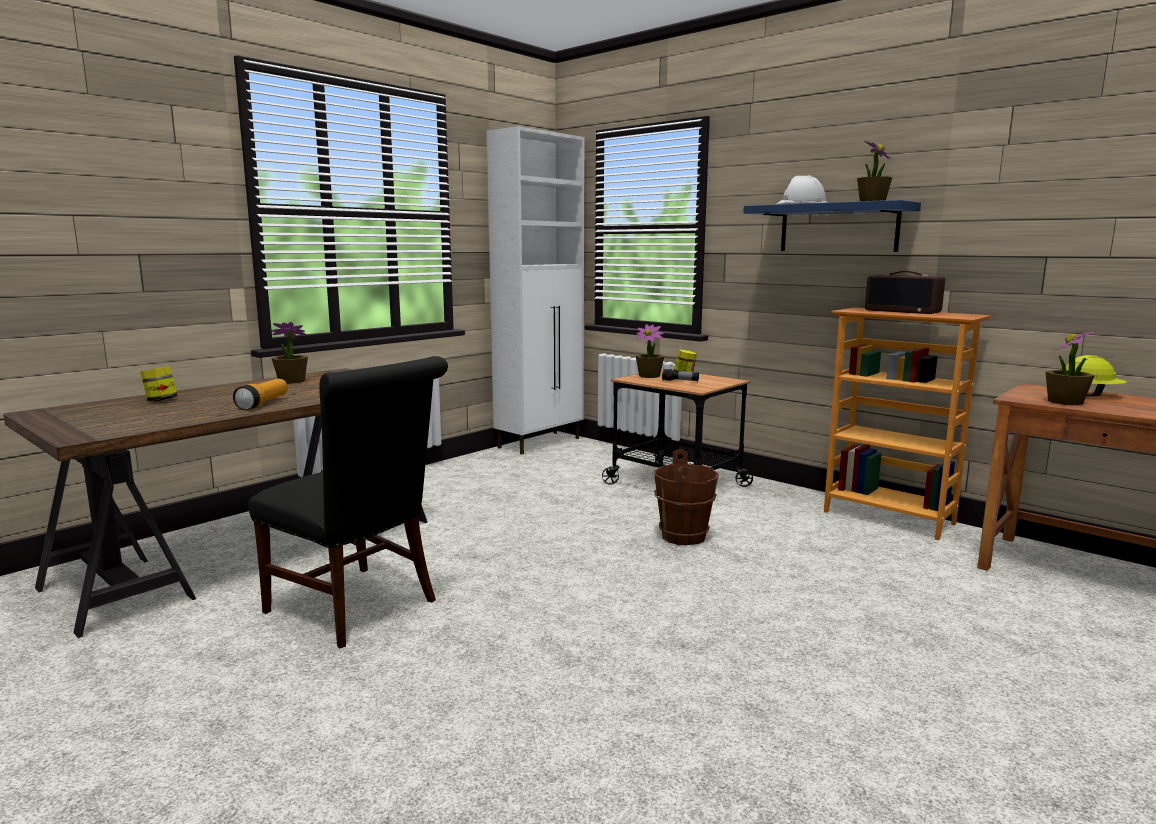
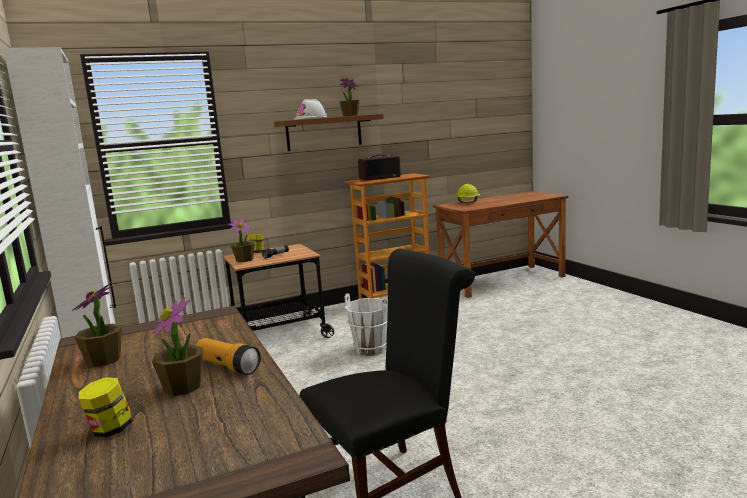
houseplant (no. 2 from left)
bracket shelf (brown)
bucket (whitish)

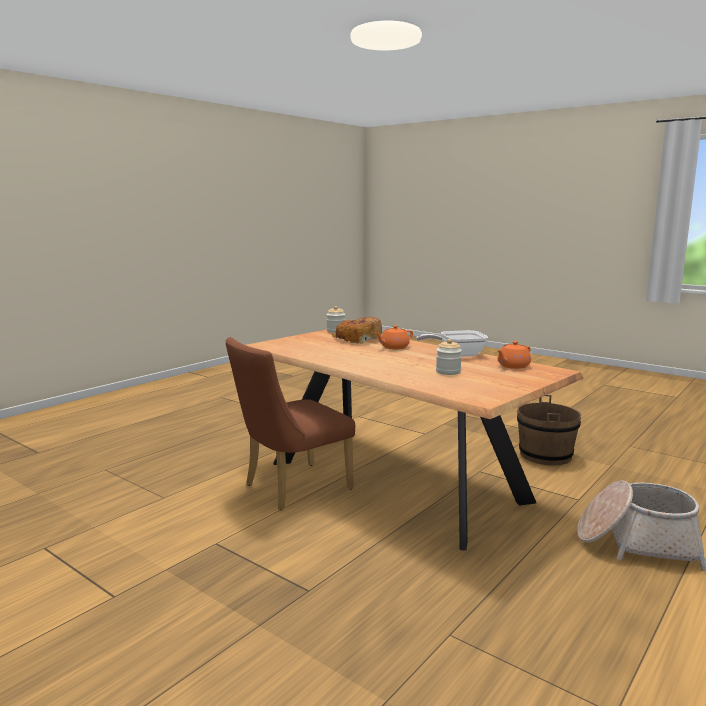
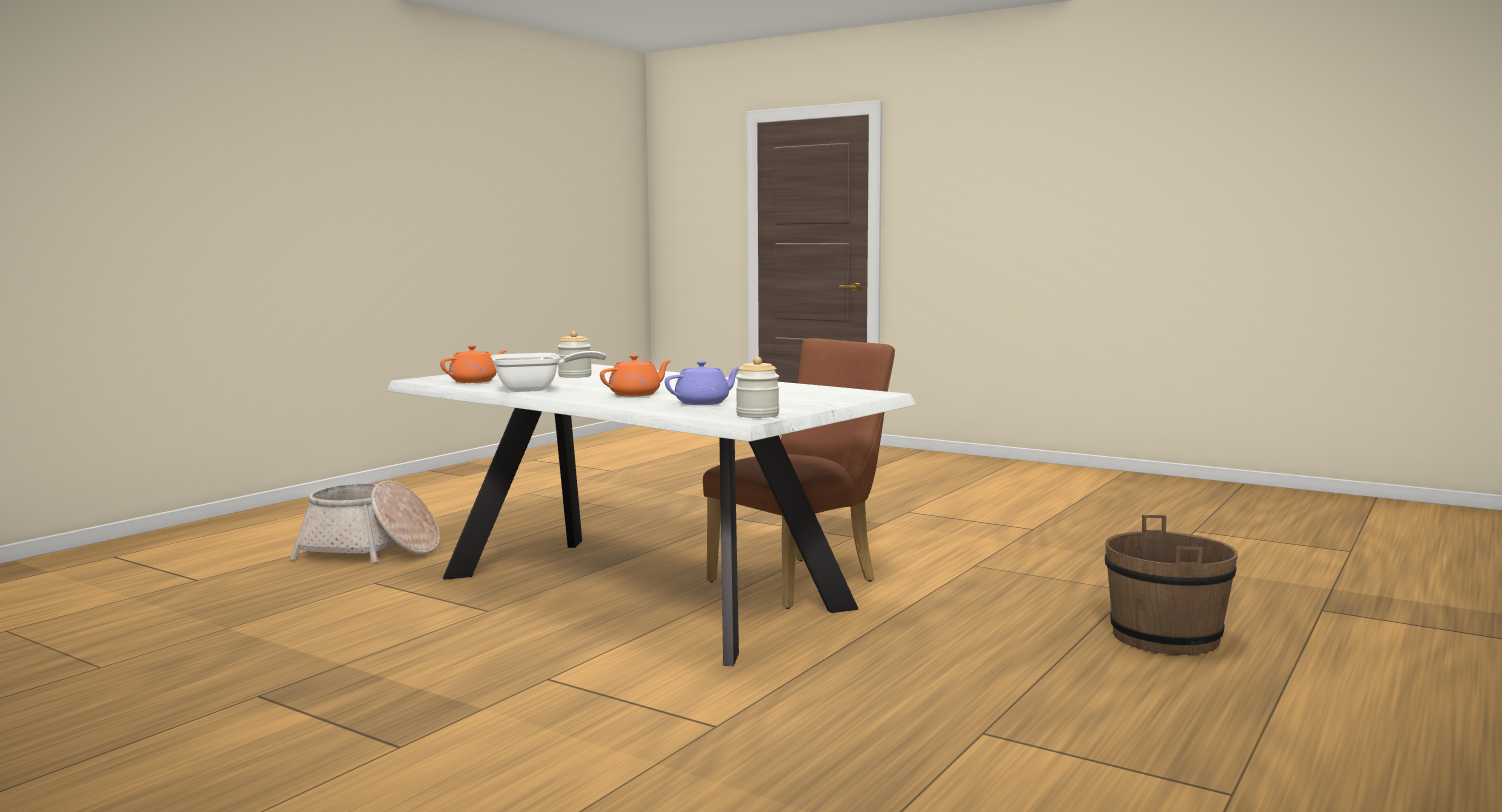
dinner table (whitish)
teapot (purple)
bucket (brown)

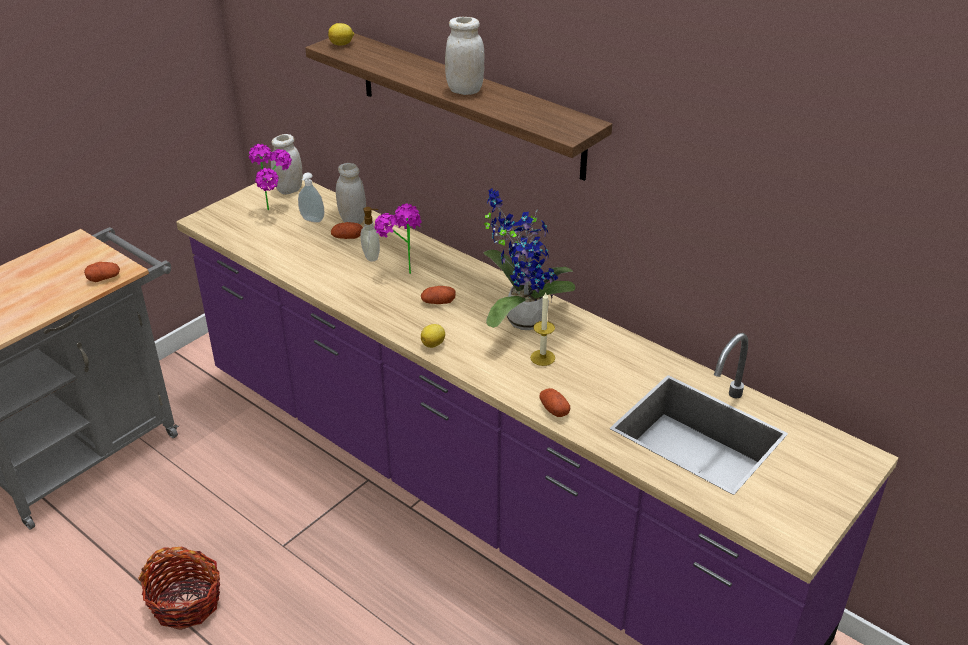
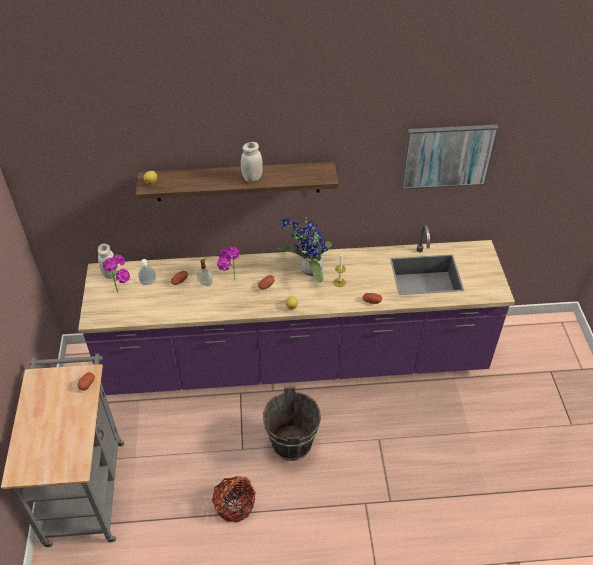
bucket (brown)
wall art
preserve jar (whitish) (no. 2 from left in the first image)

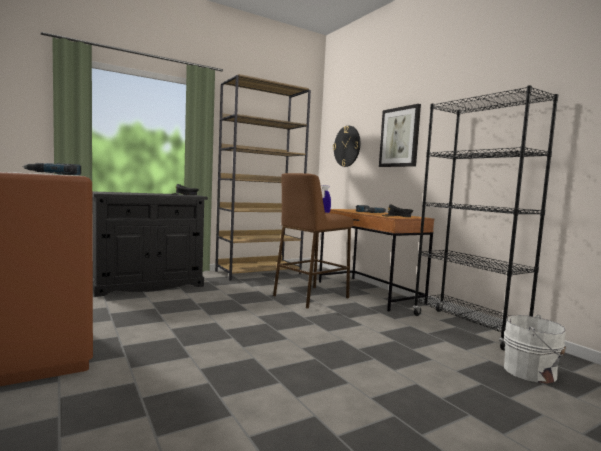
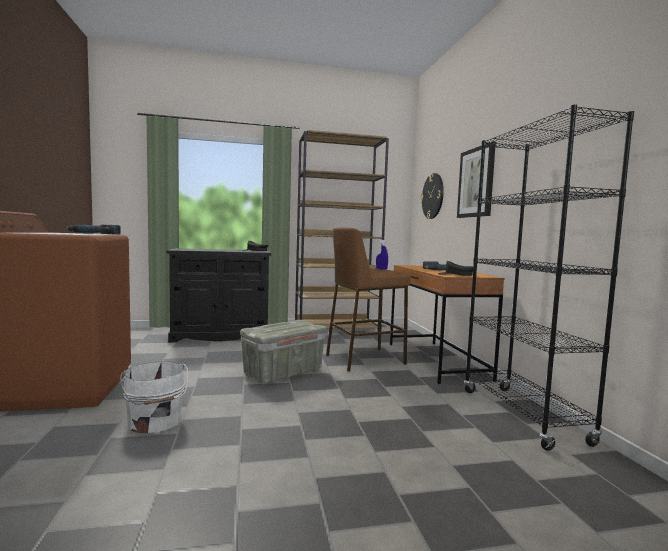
bucket (whitish)
storage bin (gray)

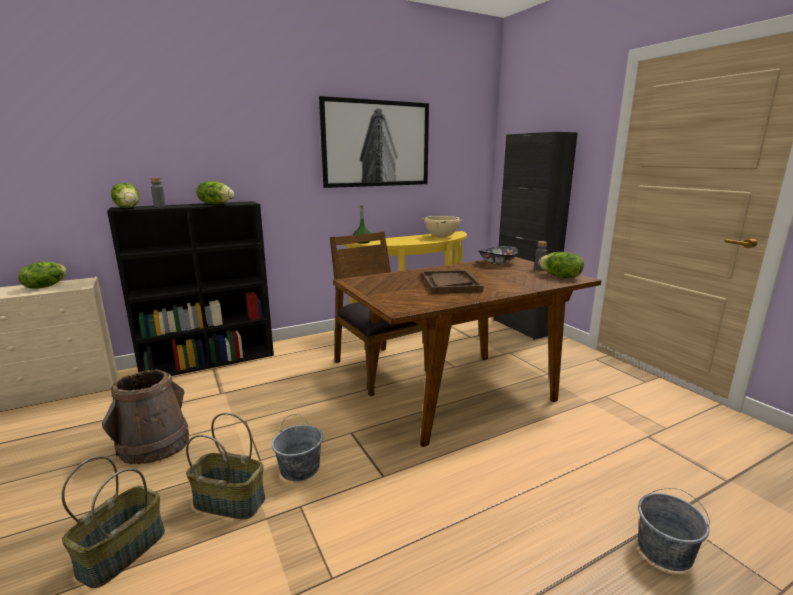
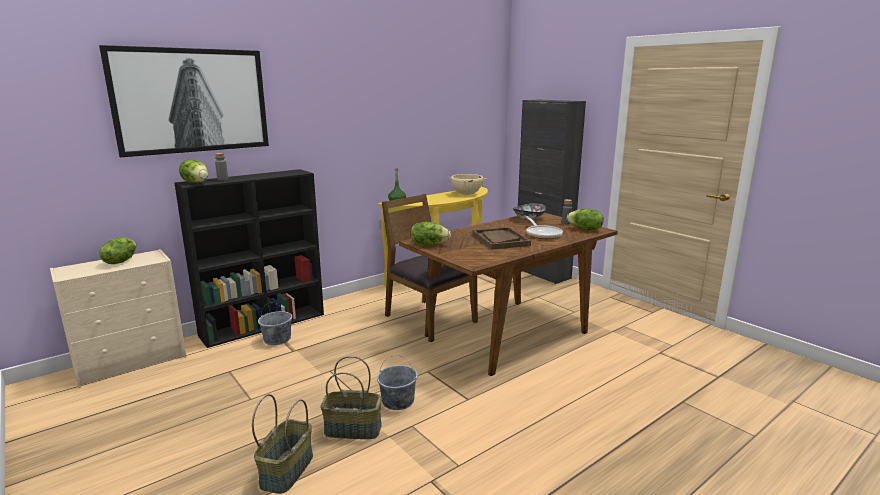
wall art
bucket (gray) (no. 1 from left)
lettuce head (no. 3 from left)
pan
bucket (brown)

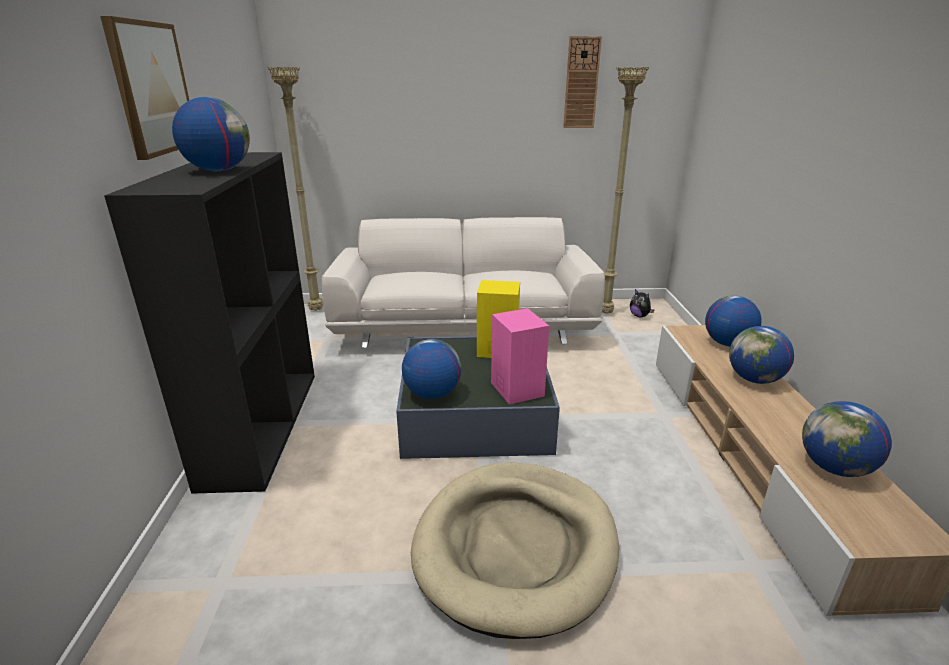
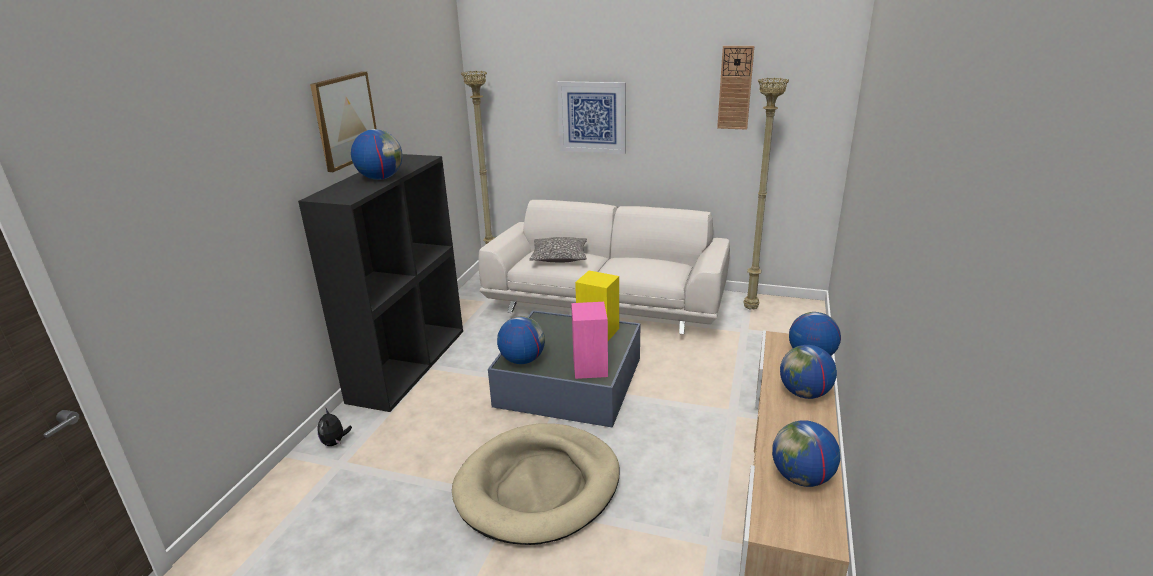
plush toy
pillow
wall art (no. 2 from left)

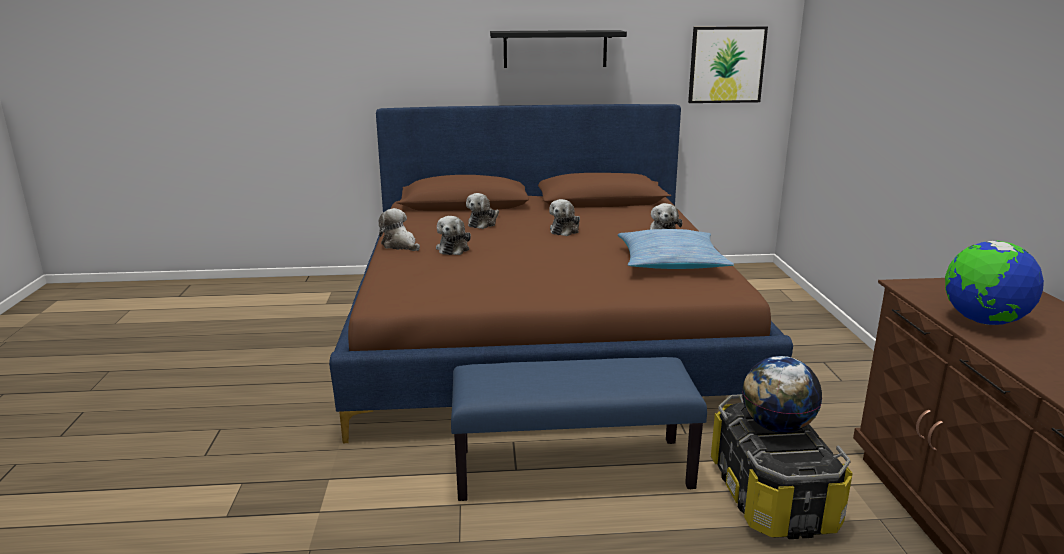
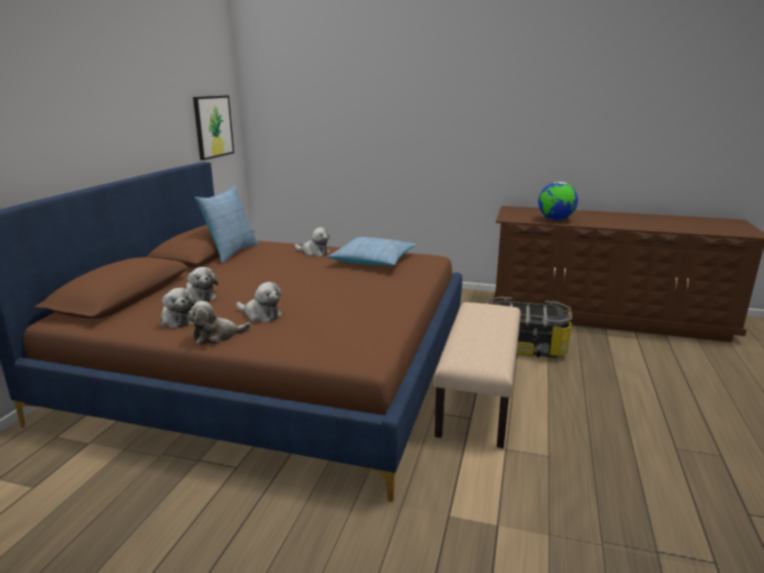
plush toy (no. 1 from left)
pillow (no. 1 from left)
indoor bench (sand-coloured)
bracket shelf (black)
globe (no. 1 from left in the first image)

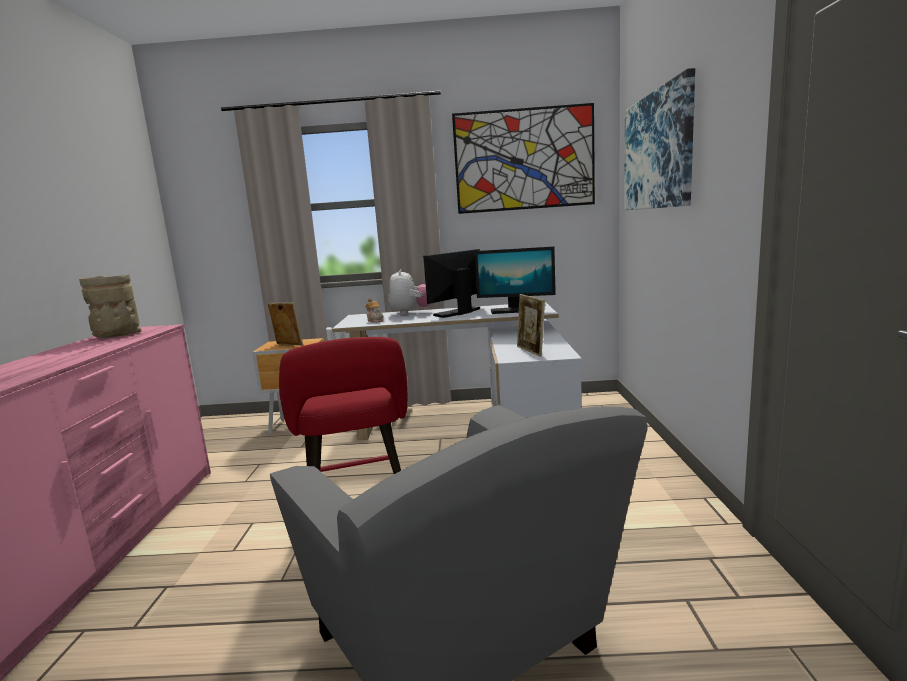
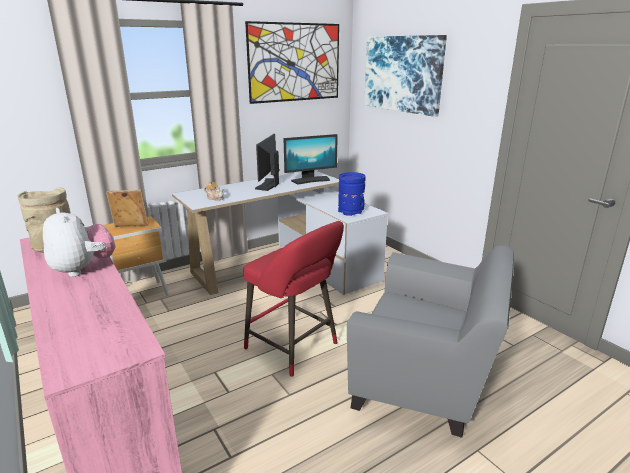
plush toy
vase (bluish)

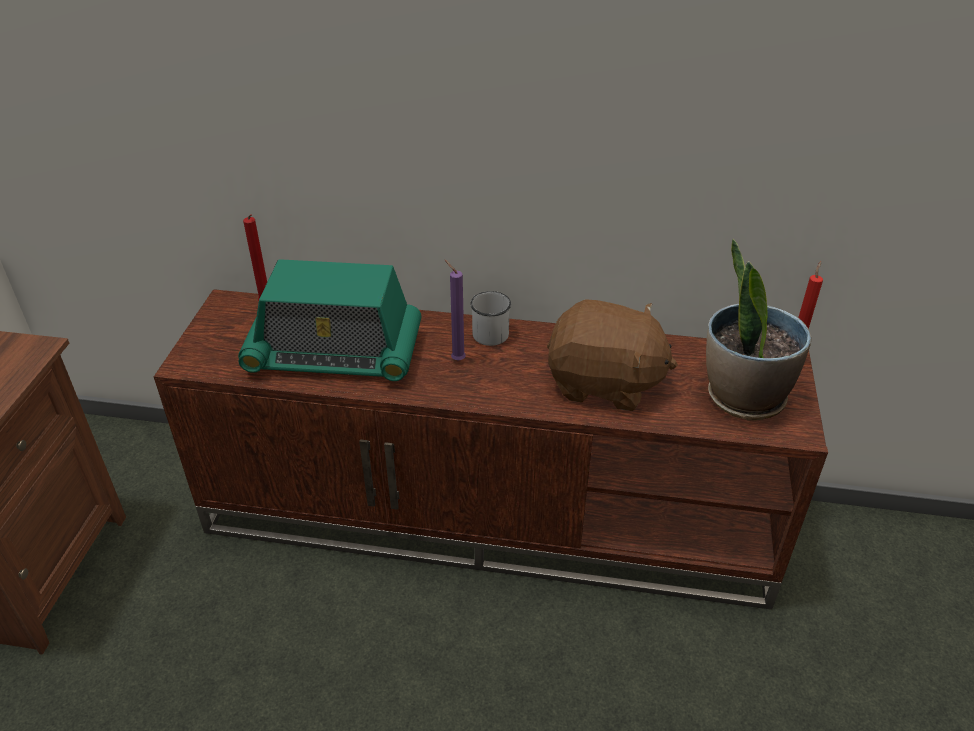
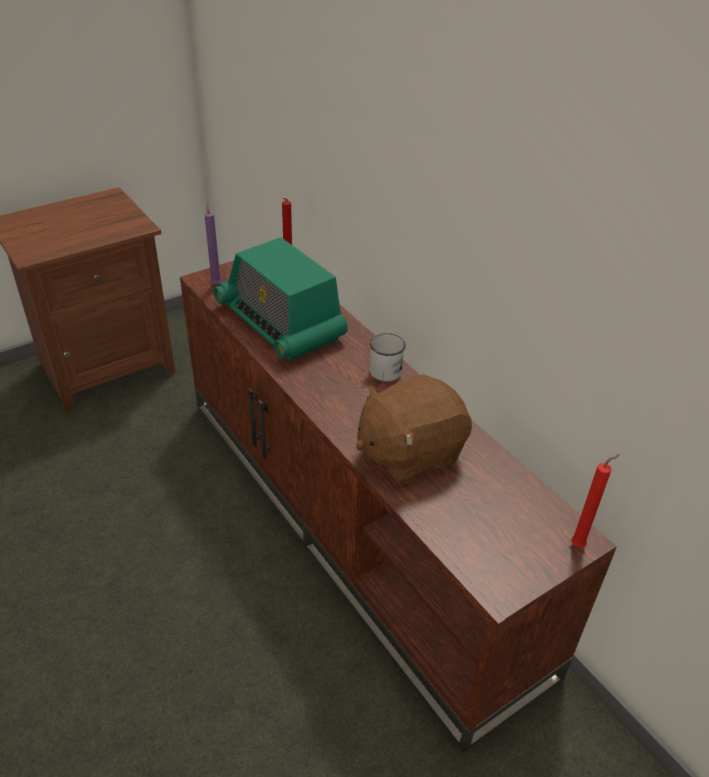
candle (purple)
plush toy (brown)
houseplant

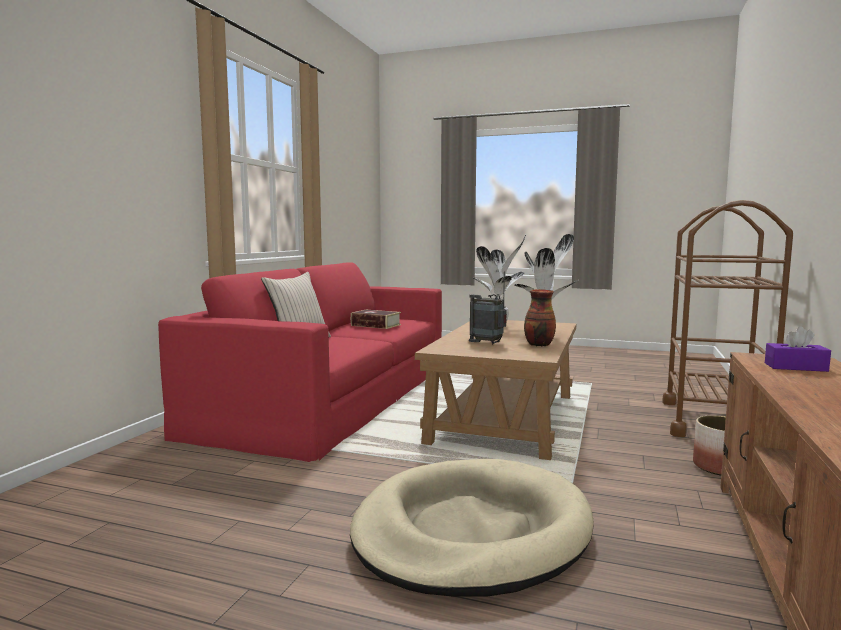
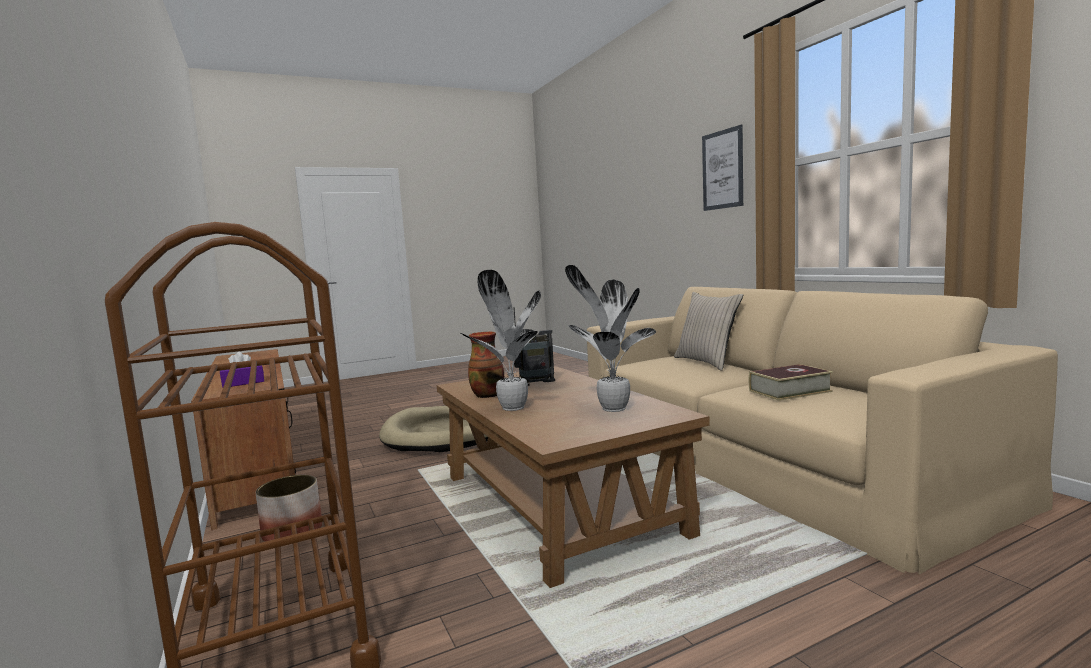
couch (sand-coloured)
wall art

